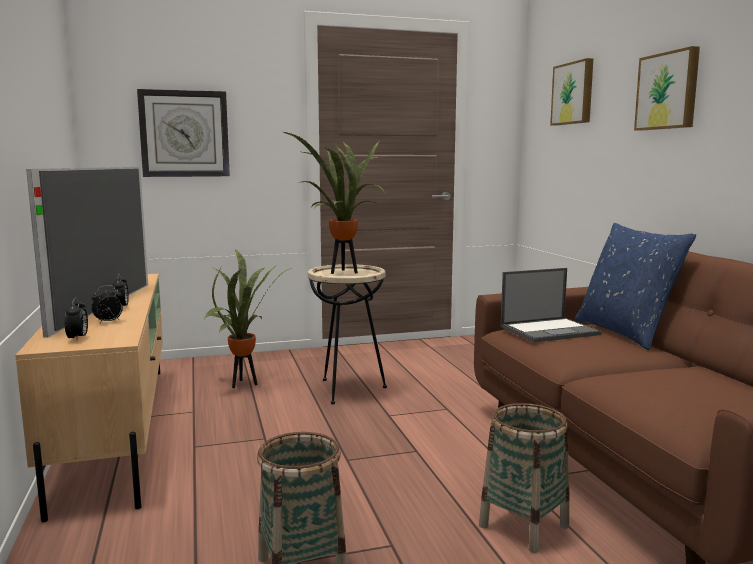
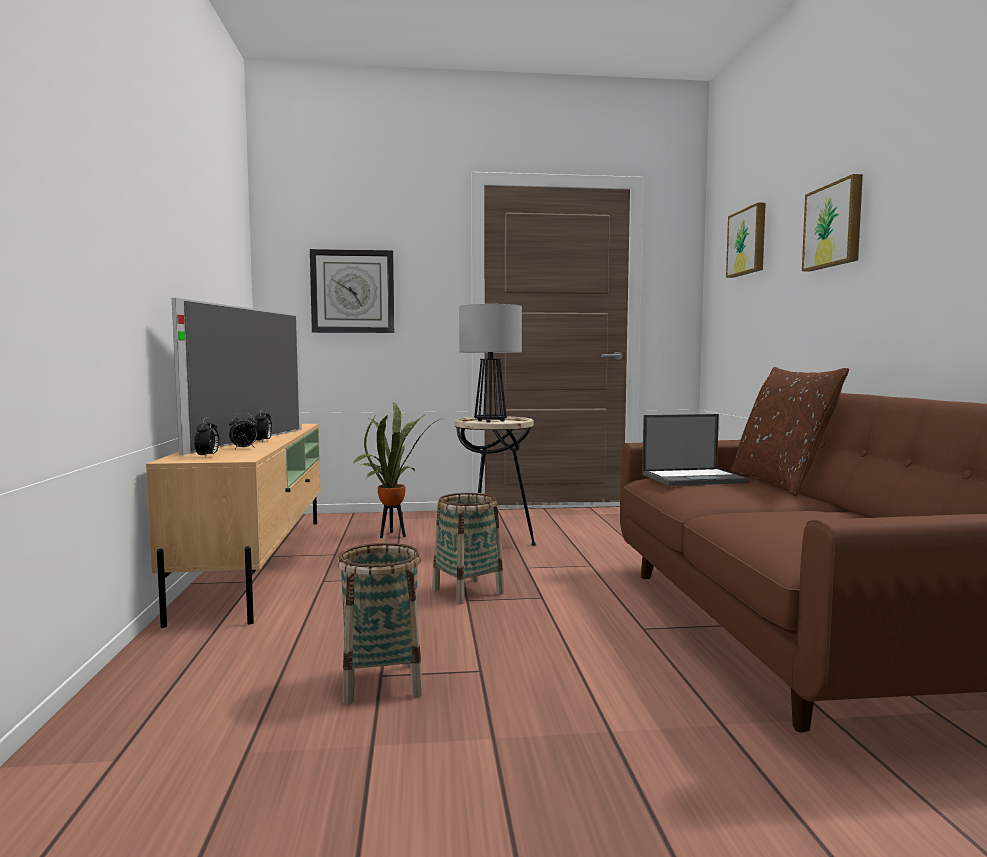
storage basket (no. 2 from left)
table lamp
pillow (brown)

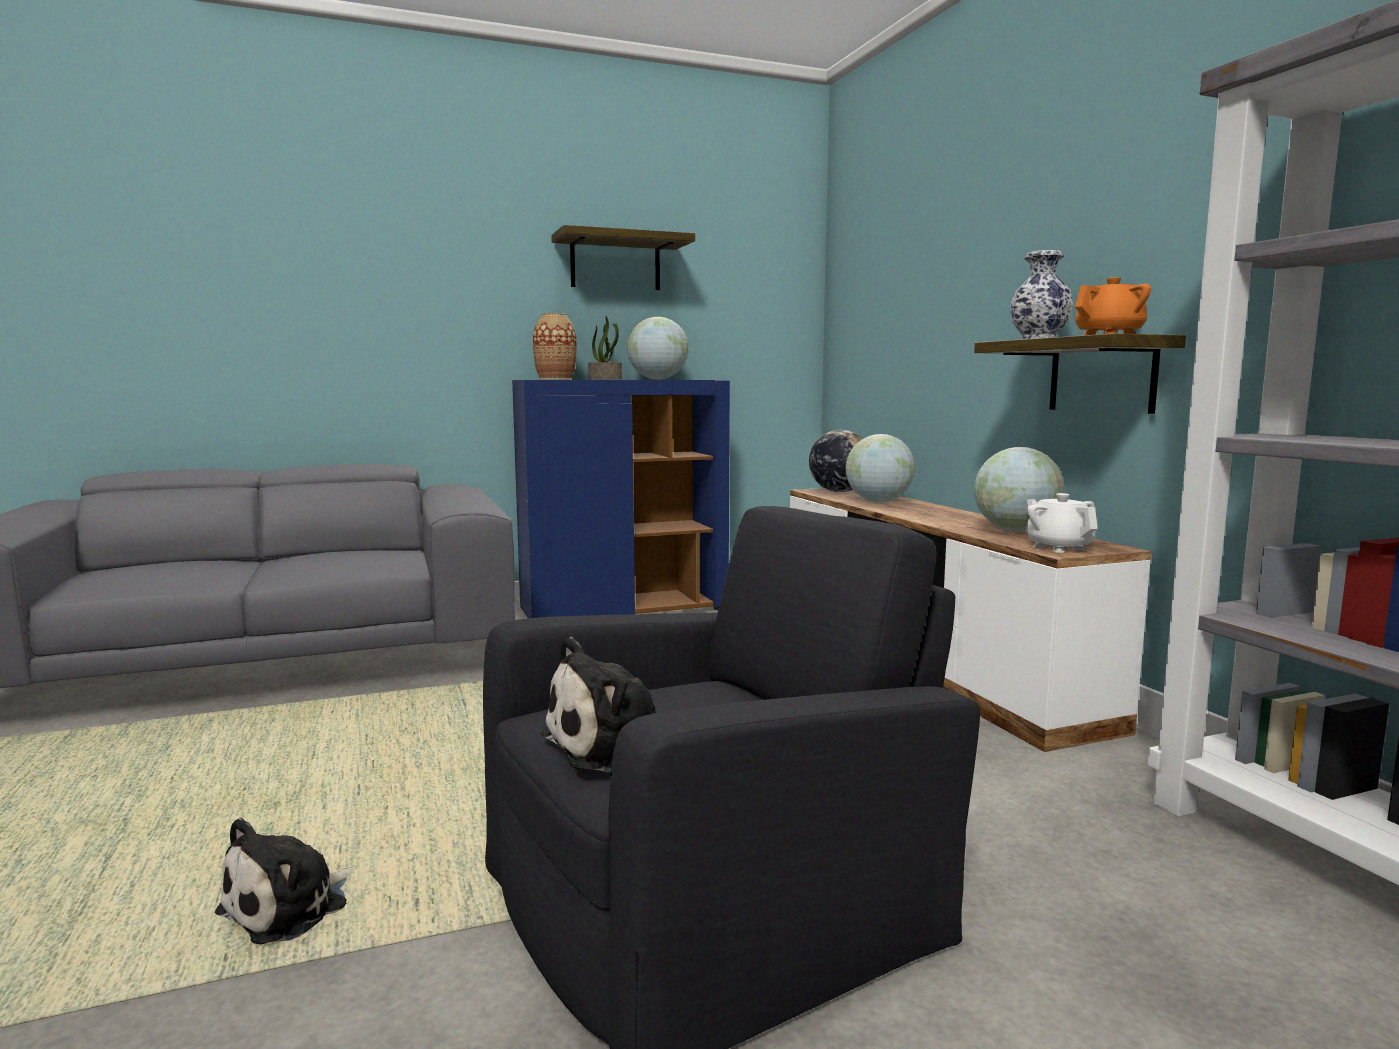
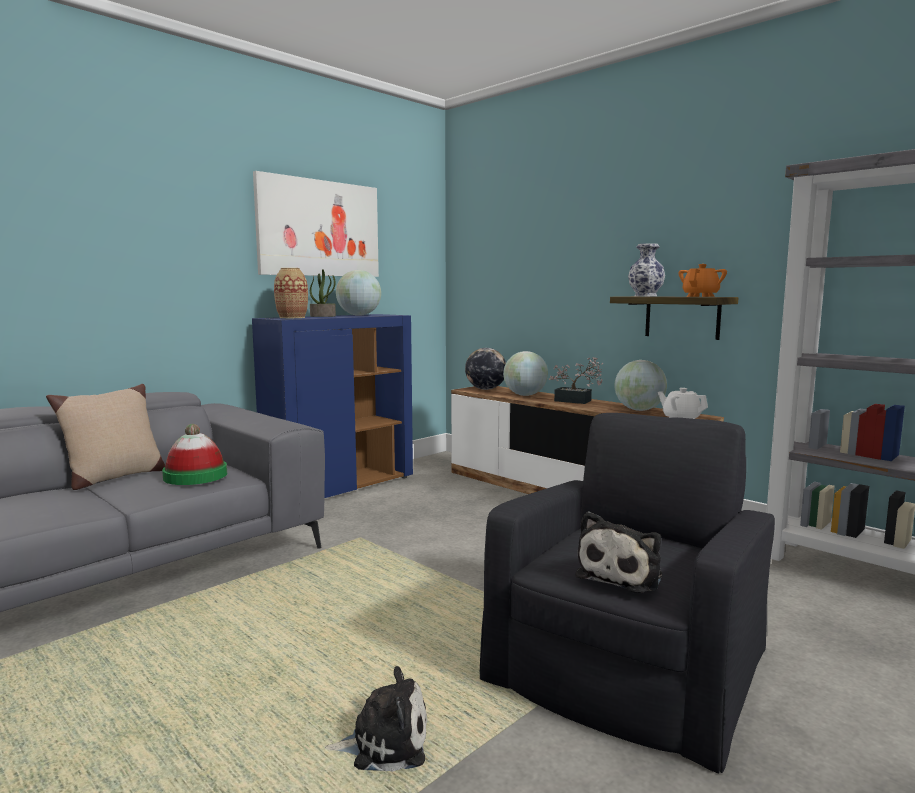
pillow (sand-coloured)
clothing hat
wall art
plush toy (no. 1 from left)
houseplant (no. 2 from left)

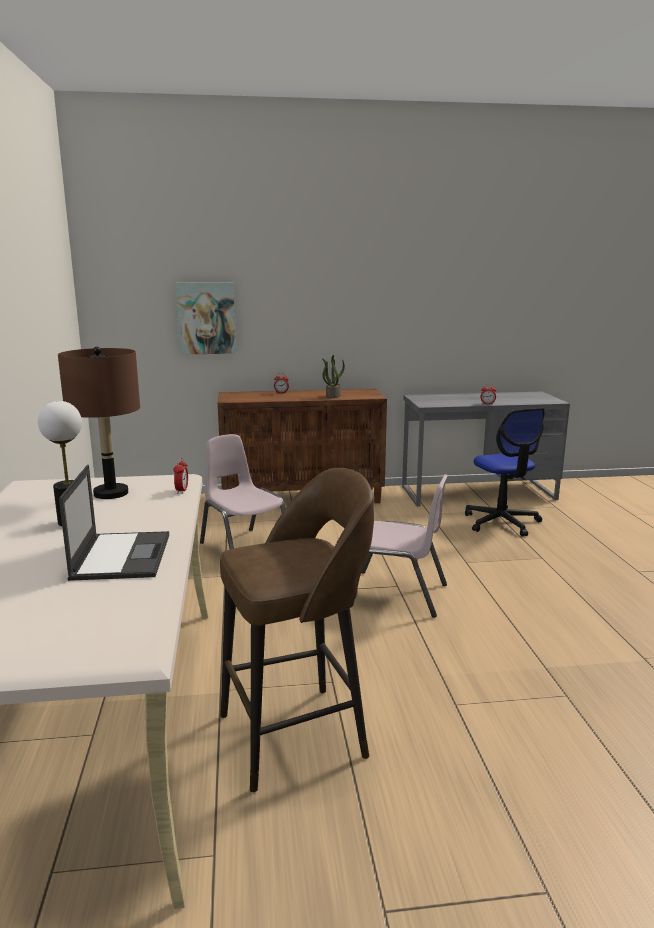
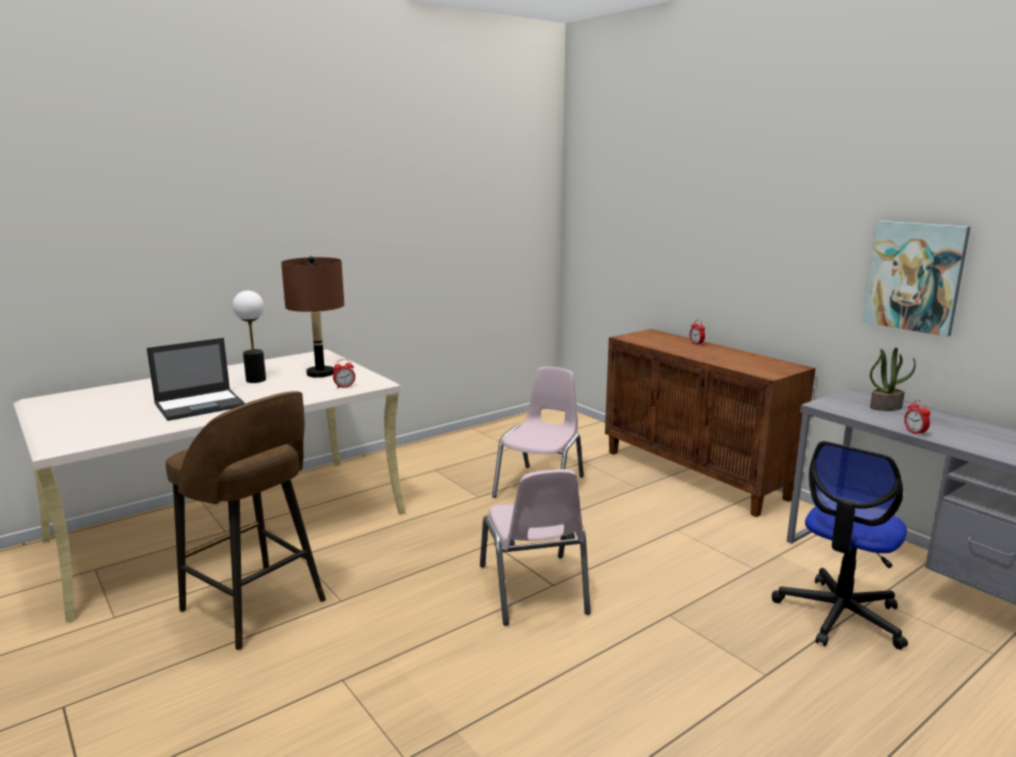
wall art
houseplant

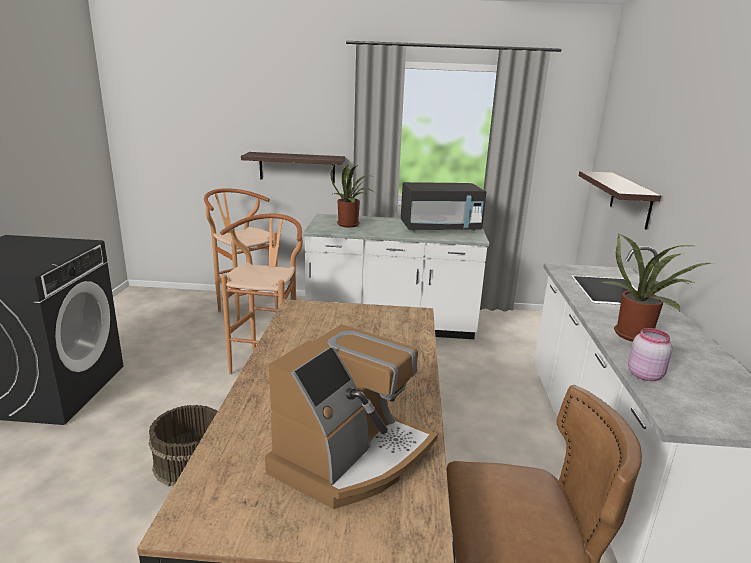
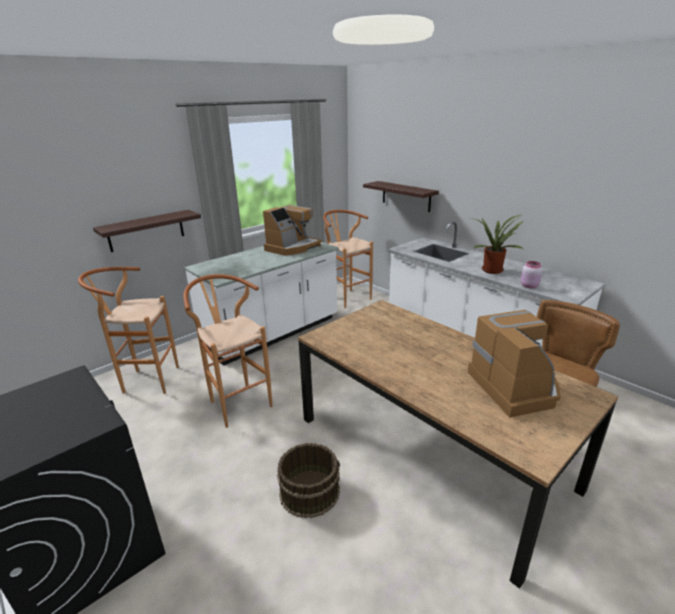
coffee machine (no. 1 from left)
stool (brown) (no. 3 from left)
houseplant (no. 1 from left in the first image)

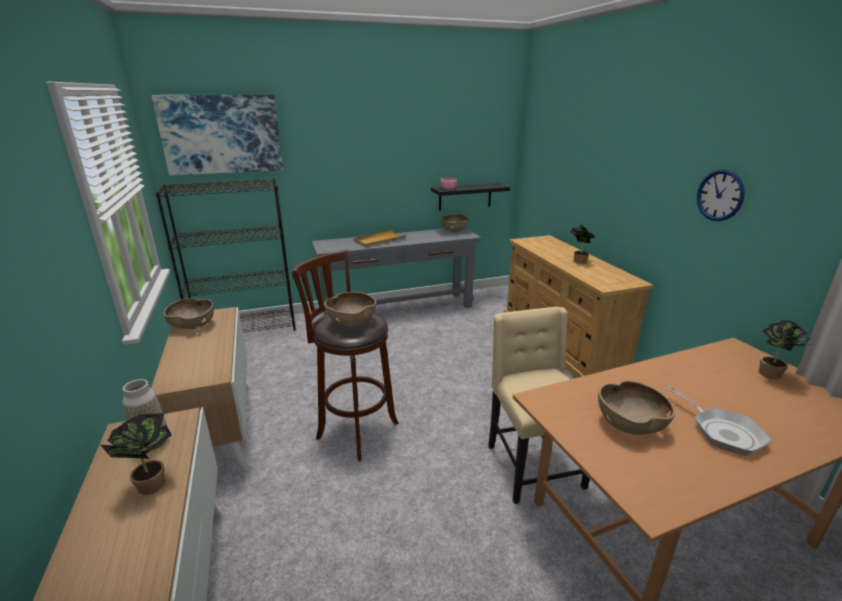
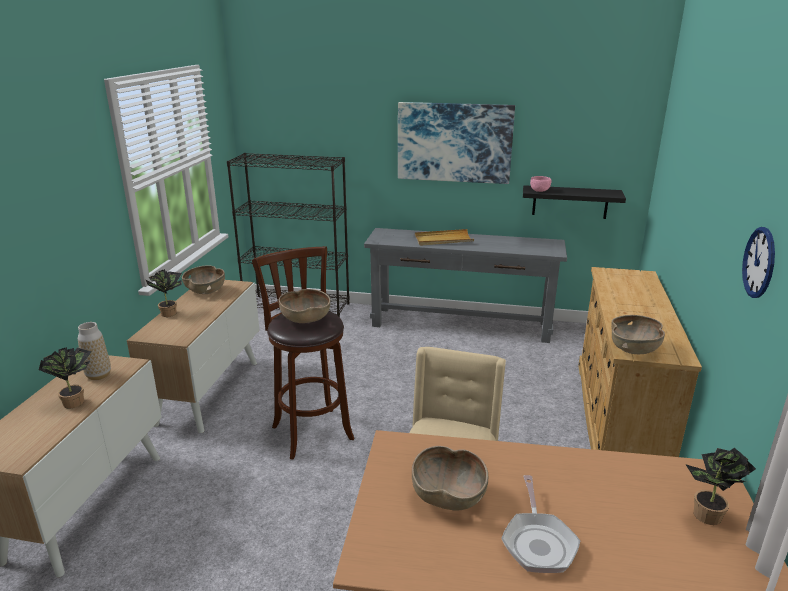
houseplant (no. 2 from left)
wall art
deep dish (brown) (no. 4 from left)

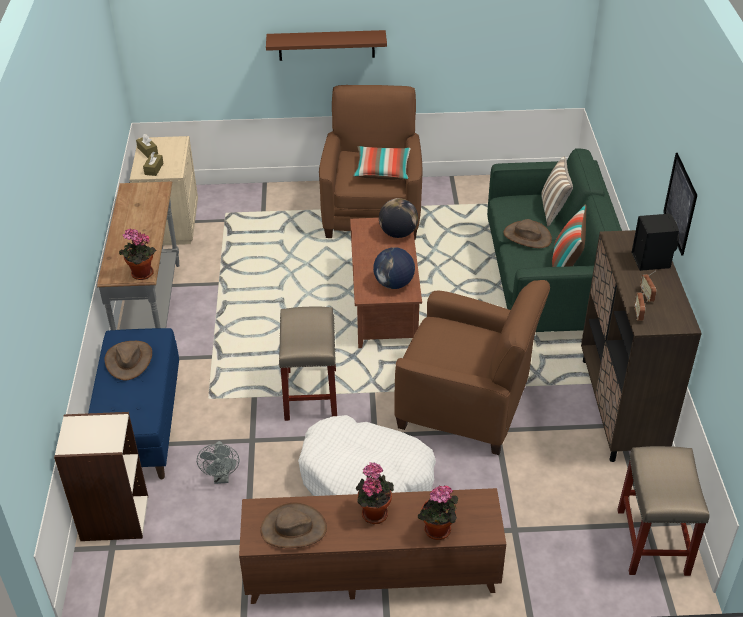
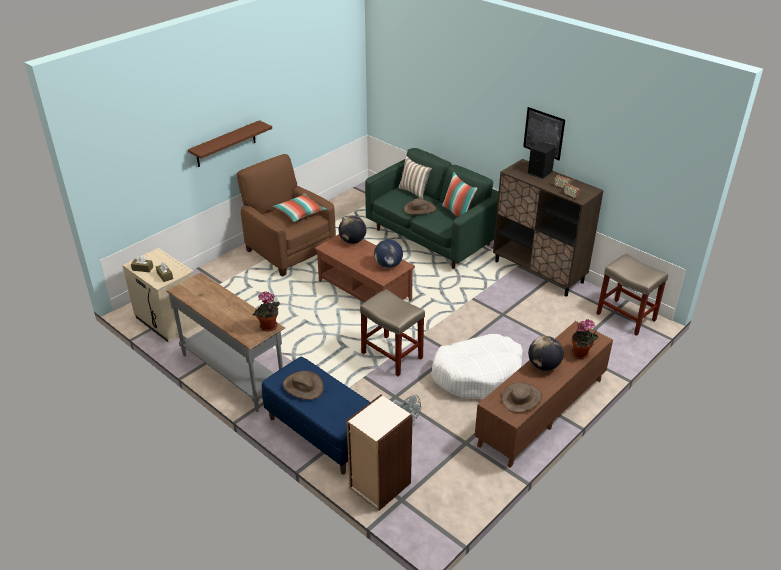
globe (no. 3 from left)
easy chair (brown) (no. 2 from left in the first image)

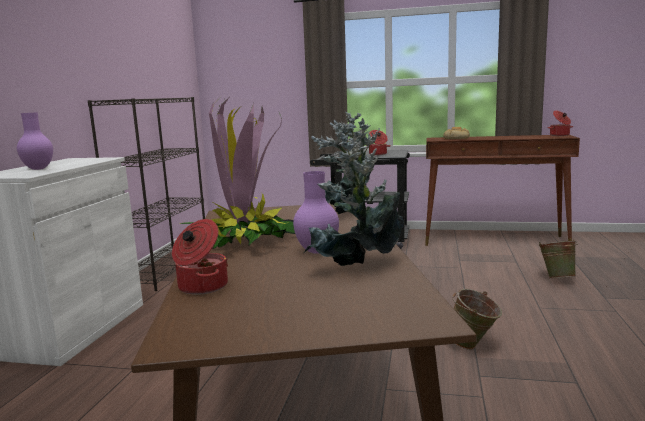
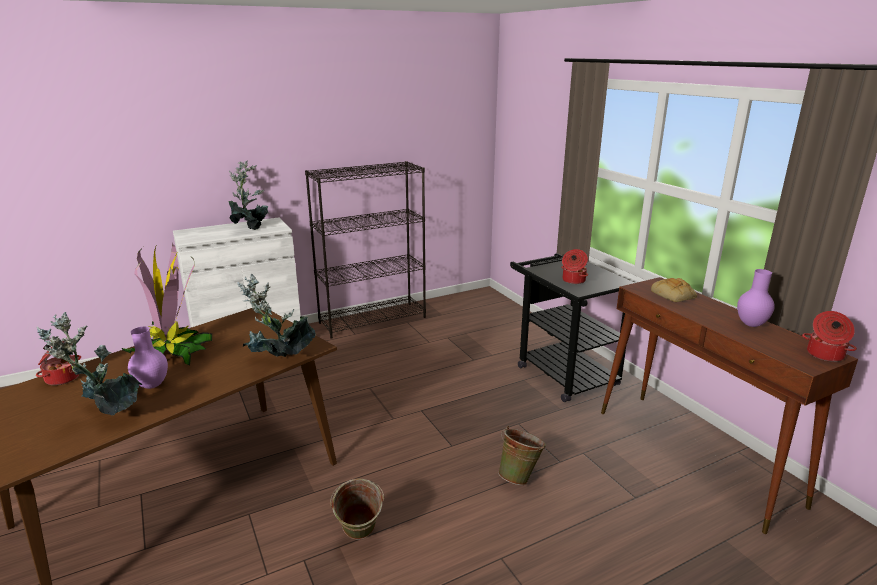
houseplant (no. 3 from left)
bucket (green-coloured) (no. 2 from left)
vase (purple) (no. 2 from left)

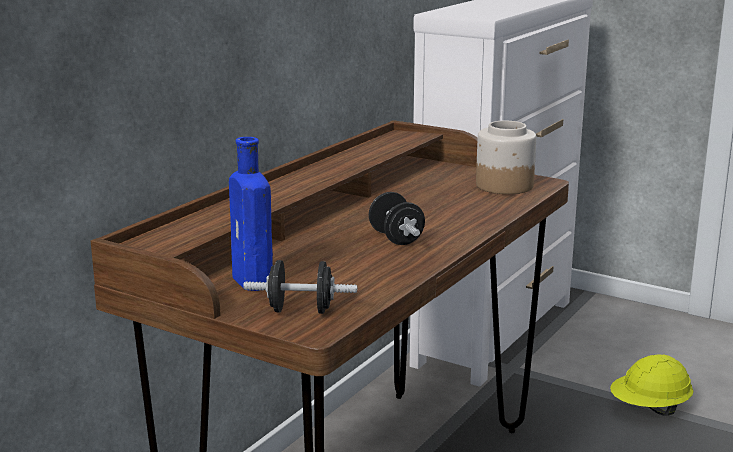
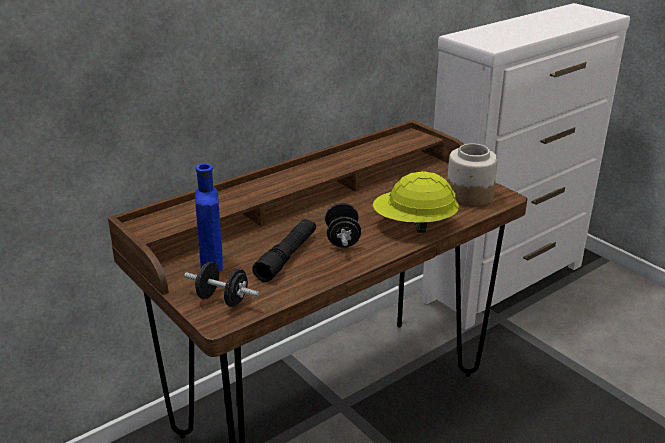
flashlight (black)
work helmet (yellow)

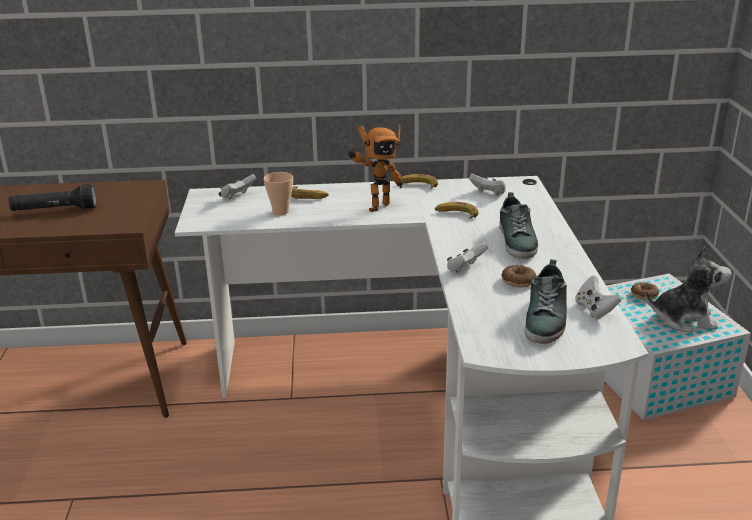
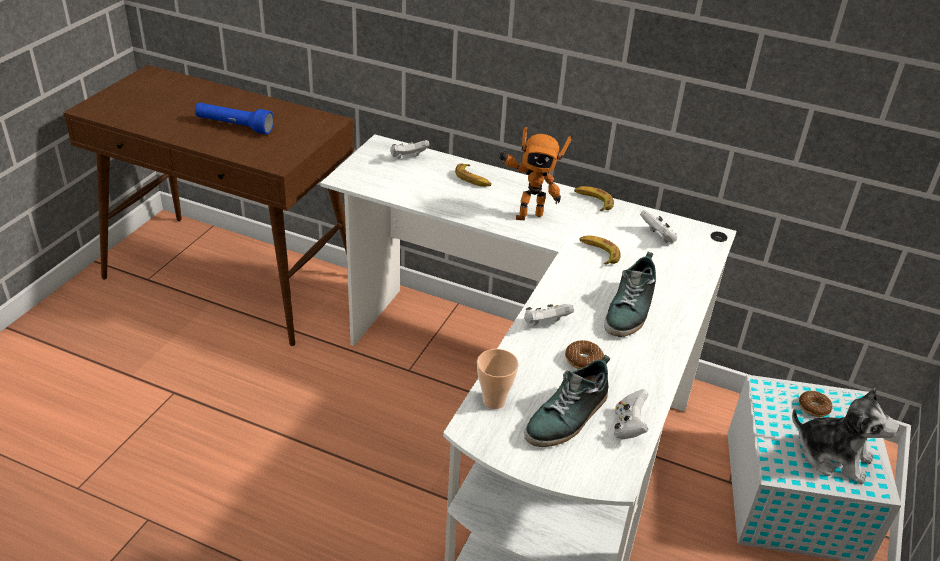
flashlight (bluish)
cup

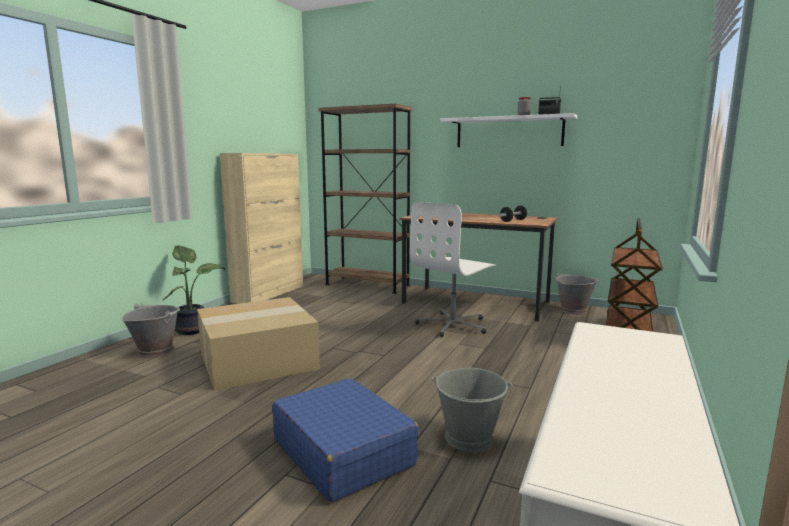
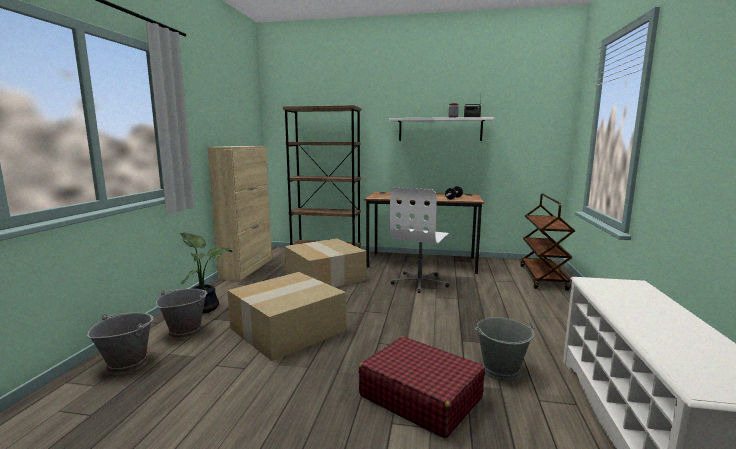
bucket (gray) (no. 1 from left)
carton (no. 2 from left)
piece of luggage (red-coloured)

